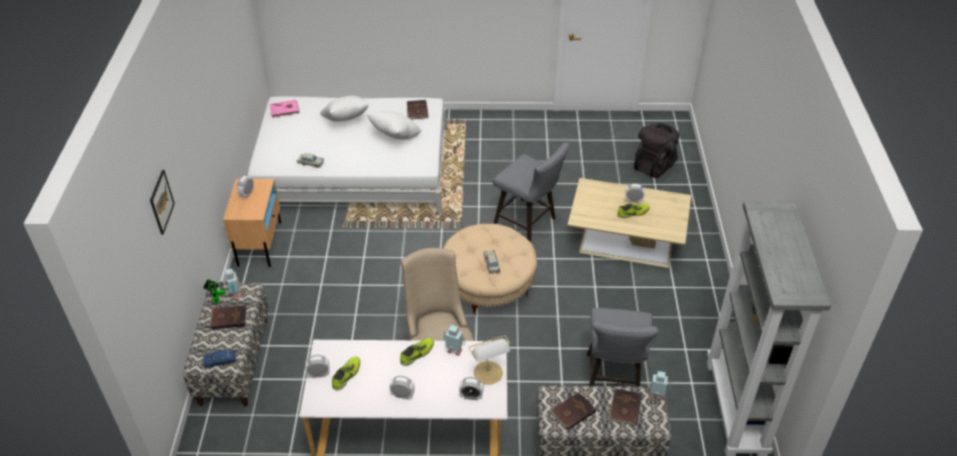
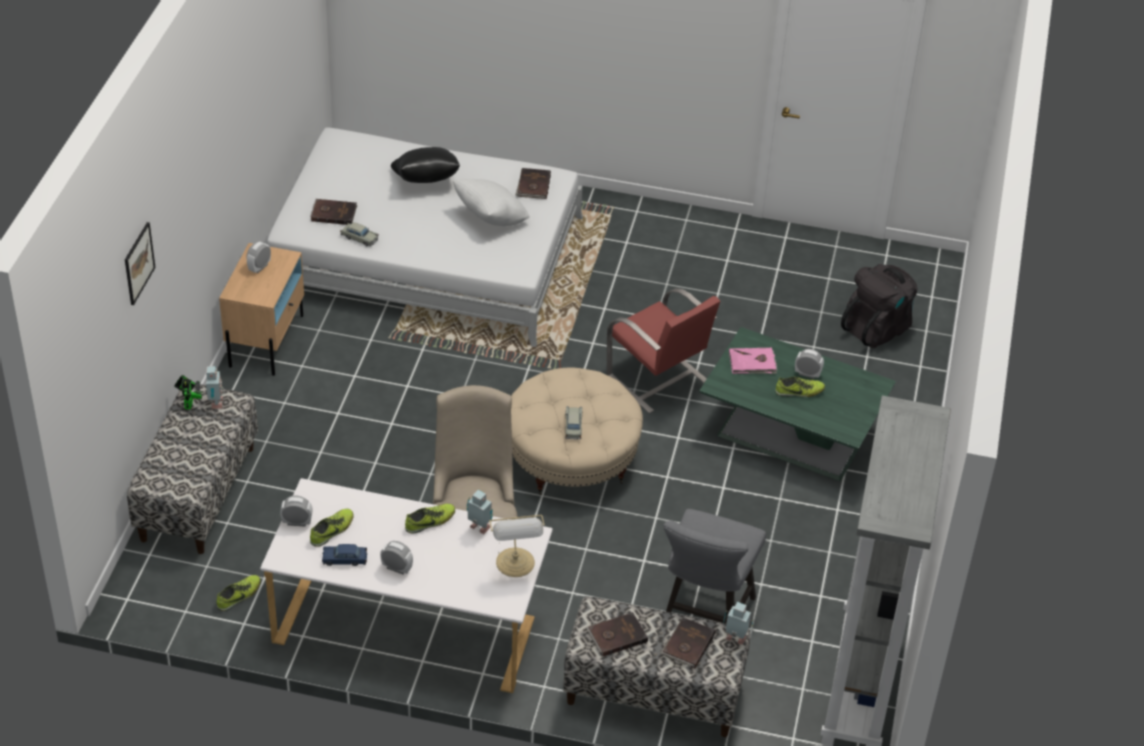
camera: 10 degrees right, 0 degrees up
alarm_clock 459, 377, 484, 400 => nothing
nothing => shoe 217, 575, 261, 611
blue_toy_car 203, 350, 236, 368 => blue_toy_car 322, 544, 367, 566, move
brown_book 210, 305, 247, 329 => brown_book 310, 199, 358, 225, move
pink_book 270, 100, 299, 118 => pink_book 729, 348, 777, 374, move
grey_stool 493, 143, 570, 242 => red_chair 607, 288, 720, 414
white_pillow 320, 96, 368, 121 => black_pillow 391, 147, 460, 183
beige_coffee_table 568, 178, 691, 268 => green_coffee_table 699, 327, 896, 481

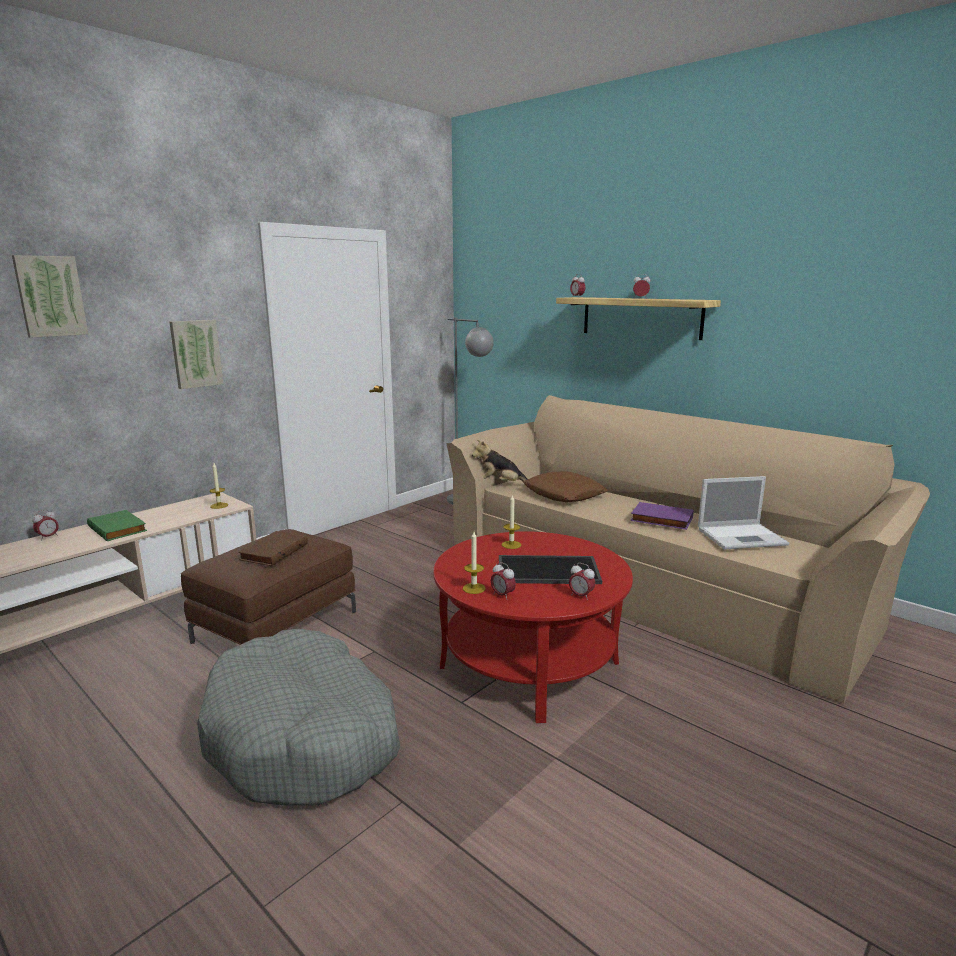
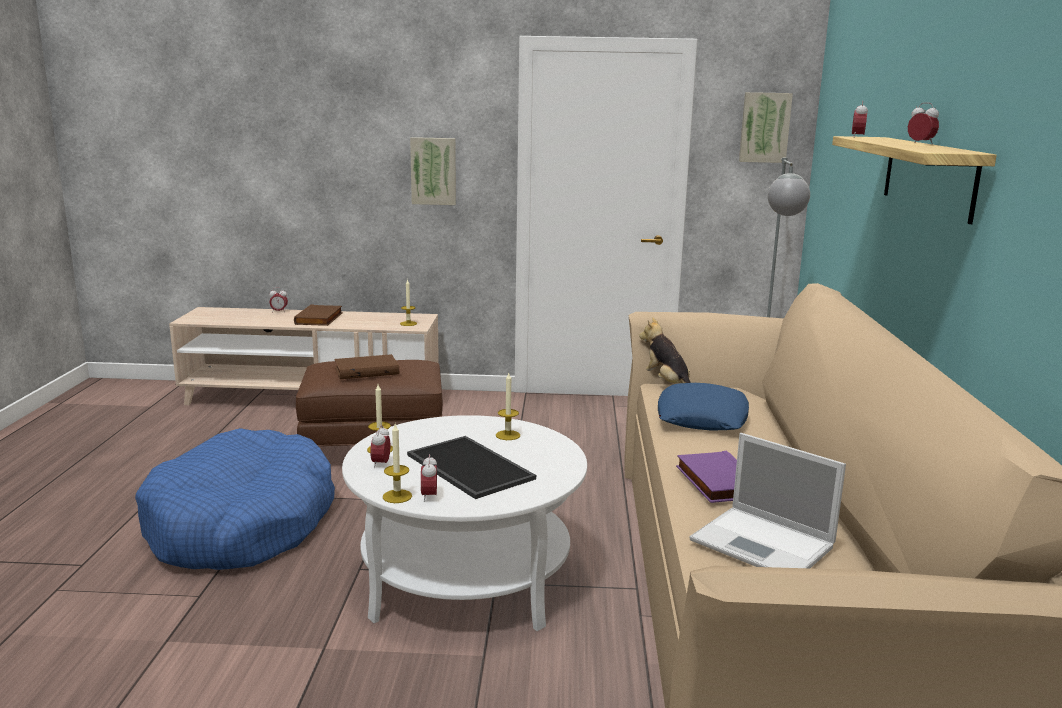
camera: 50 degrees right, 0 degrees up
nothing => candle 383, 424, 412, 503
picture 12, 255, 88, 338 => picture 739, 92, 793, 163, move
green_book 87, 510, 147, 541 => brown_book 294, 304, 343, 326
grey_dog_bed 197, 629, 400, 806 => blue_dog_bed 135, 428, 335, 570
red_coffee_table 433, 531, 633, 723 => white_coffee_table 342, 415, 587, 631
brown_pillow 523, 471, 608, 502 => blue_pillow 658, 383, 749, 431

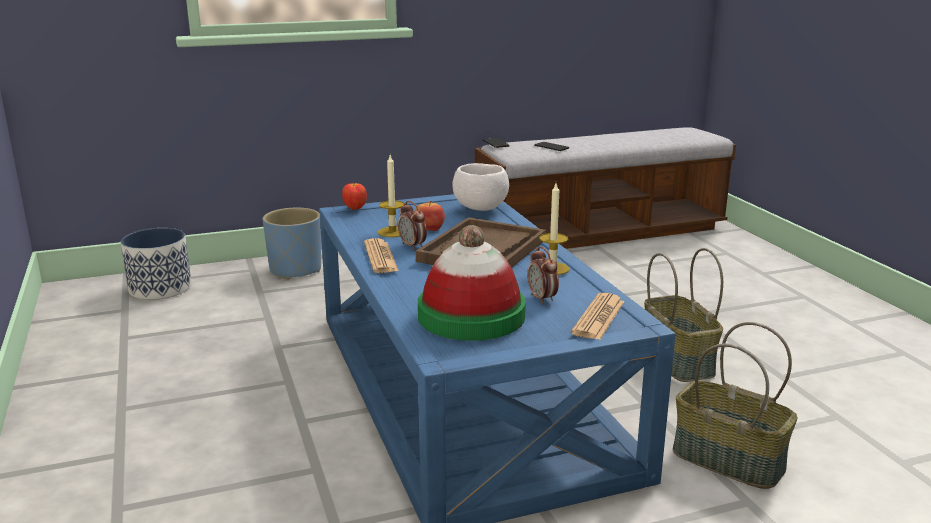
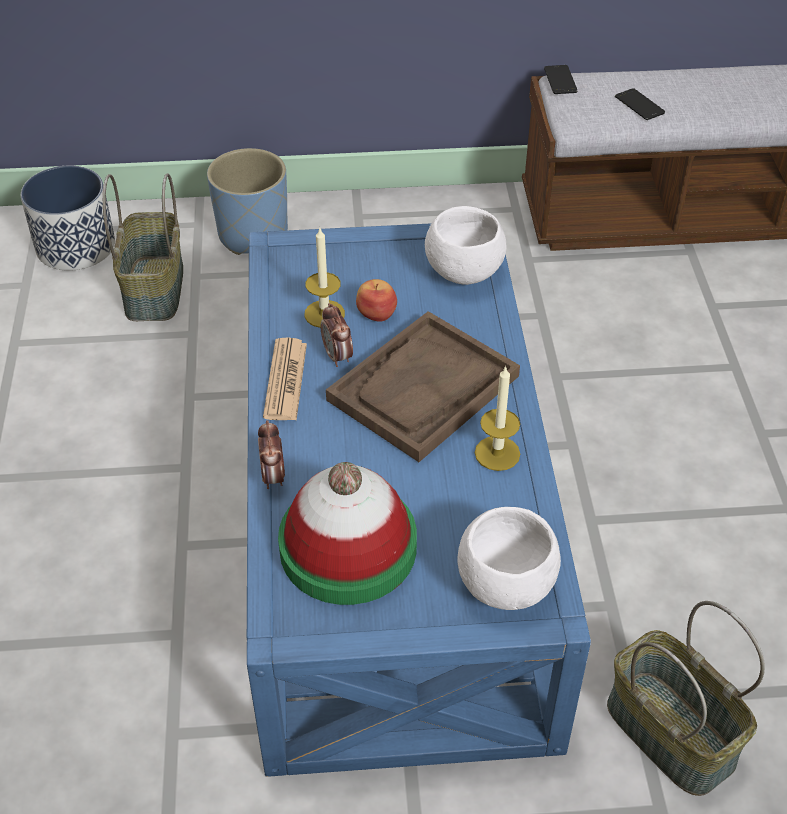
camera: 15 degrees right, 25 degrees up
apple 342, 183, 367, 210 => nothing
alarm_clock 527, 246, 559, 304 => alarm_clock 258, 420, 285, 489, move
basket 644, 248, 723, 382 => basket 103, 173, 183, 321, move
newspaper 571, 293, 624, 340 => white_bowl 457, 507, 561, 610

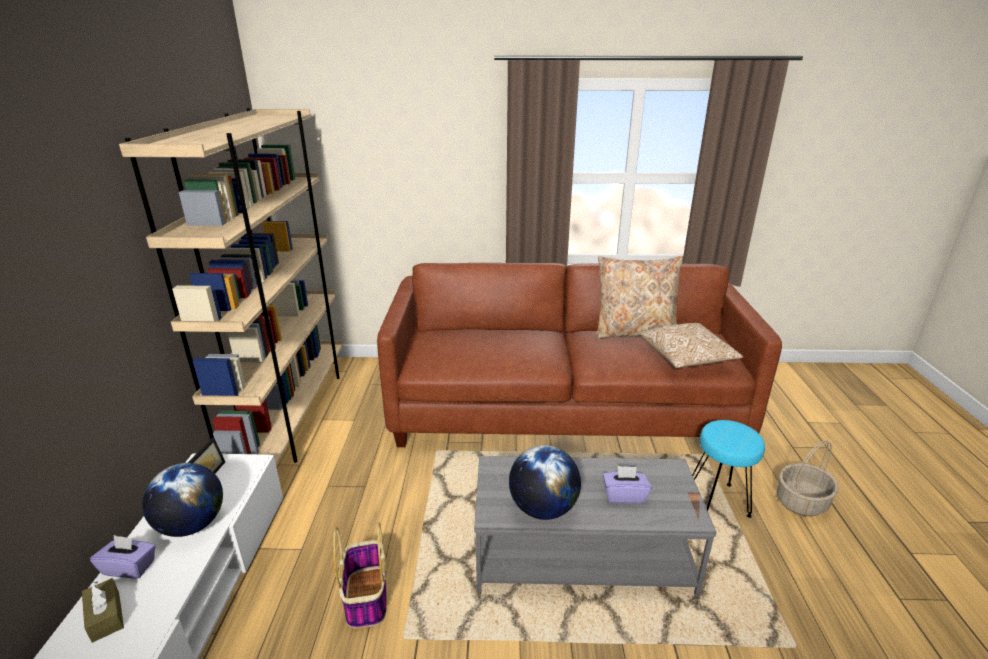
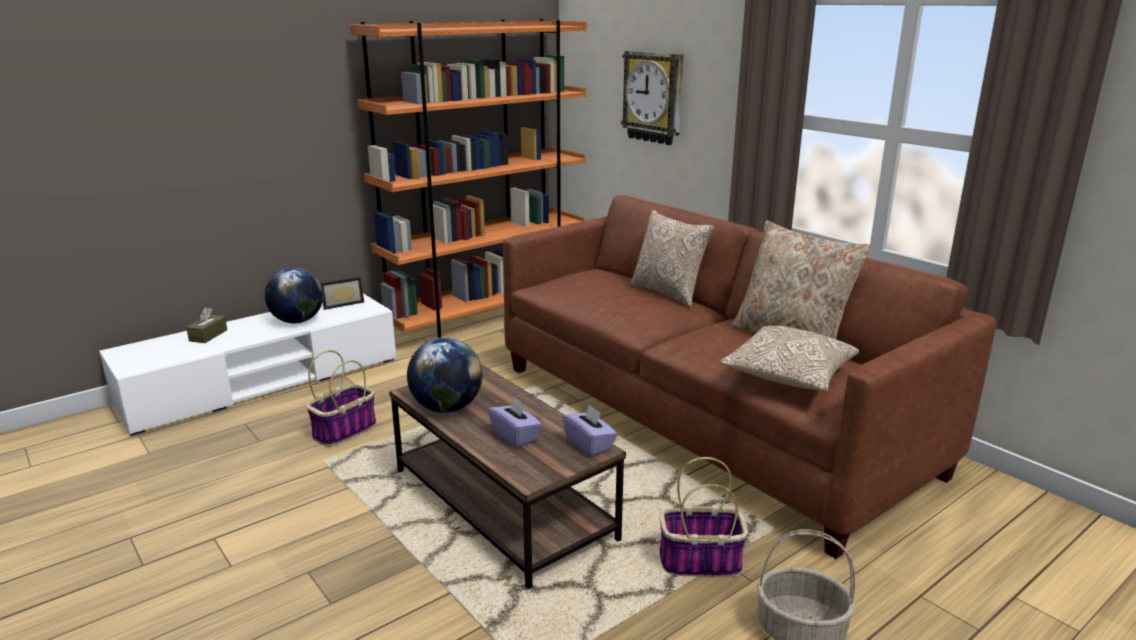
camera: 50 degrees right, 5 degrees down
nothing => wall_clock 621, 51, 683, 145
nothing => pillow 630, 210, 714, 308
purple_tissue_box 90, 535, 156, 578 => purple_tissue_box 563, 404, 617, 457, move
turquoise_stool 692, 420, 765, 518 => basket 659, 457, 748, 578
beige_bookcase 119, 108, 343, 466 => orange_bookcase 350, 19, 587, 338
grey_coffee_table 474, 456, 717, 596 => brown_coffee_table 389, 364, 626, 589

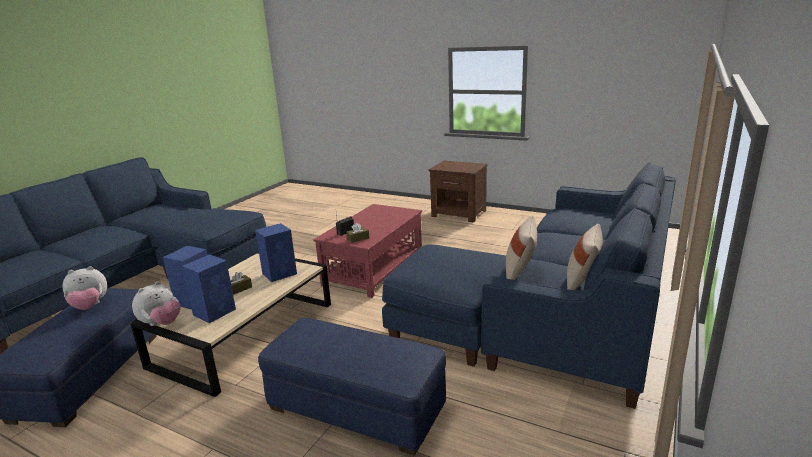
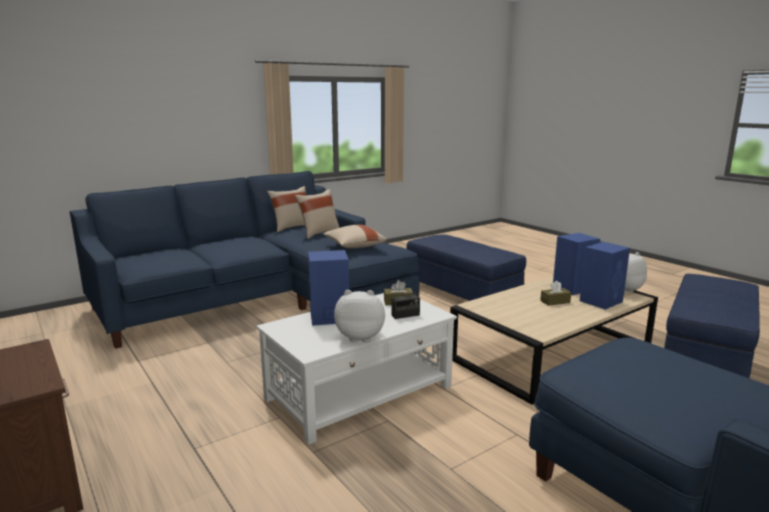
camera: 155 degrees left, 5 degrees down
nothing => beige_pillow 323, 225, 387, 248
plush_toy 63, 266, 107, 310 => plush_toy 334, 290, 385, 342, move
blue_speaker 255, 223, 297, 282 => blue_speaker 308, 250, 349, 326, move
red_coffee_table 313, 204, 422, 298 => white_coffee_table 256, 293, 457, 445

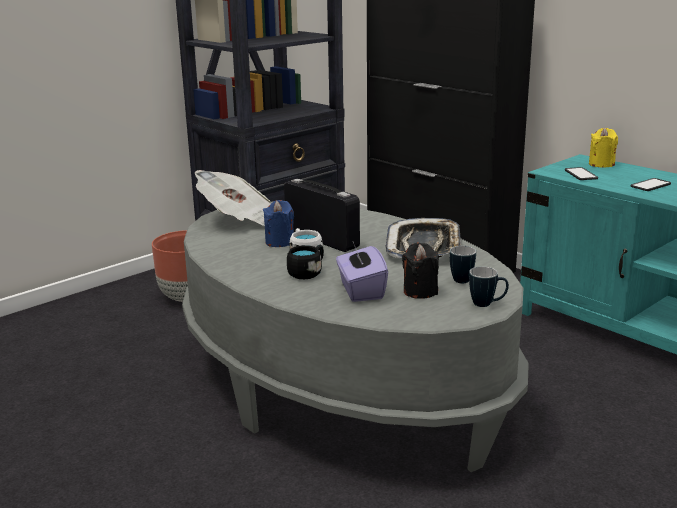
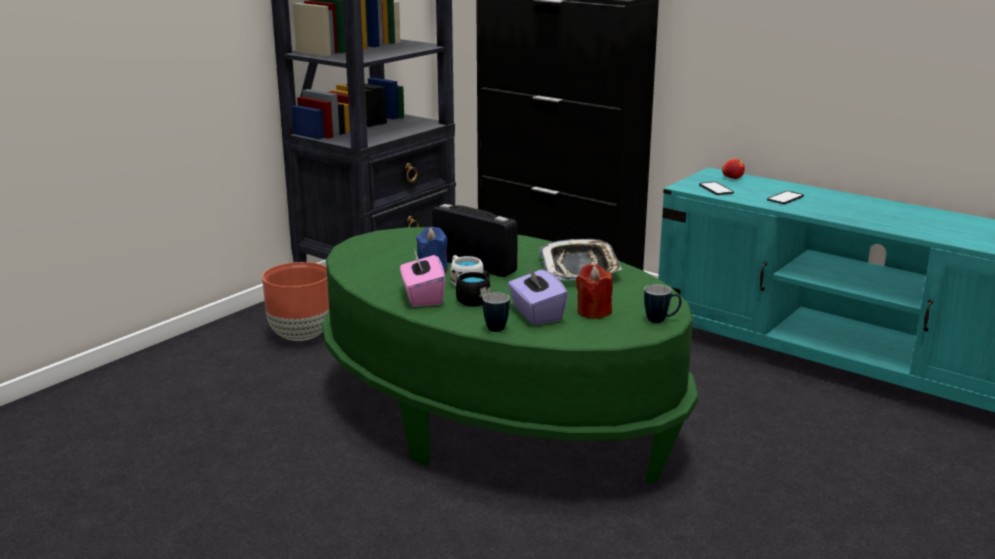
camera: 10 degrees left, 0 degrees up
newspaper 195, 170, 271, 226 => nothing
nothing => pink_tissue_box 400, 248, 445, 307
mug 450, 246, 476, 283 => mug 483, 292, 510, 332, move
yellow_candle 589, 127, 618, 167 => apple 722, 158, 745, 179
grey_coffee_table 182, 202, 529, 472 => green_coffee_table 322, 227, 698, 484
black_candle 402, 243, 439, 299 => red_candle 576, 264, 613, 319

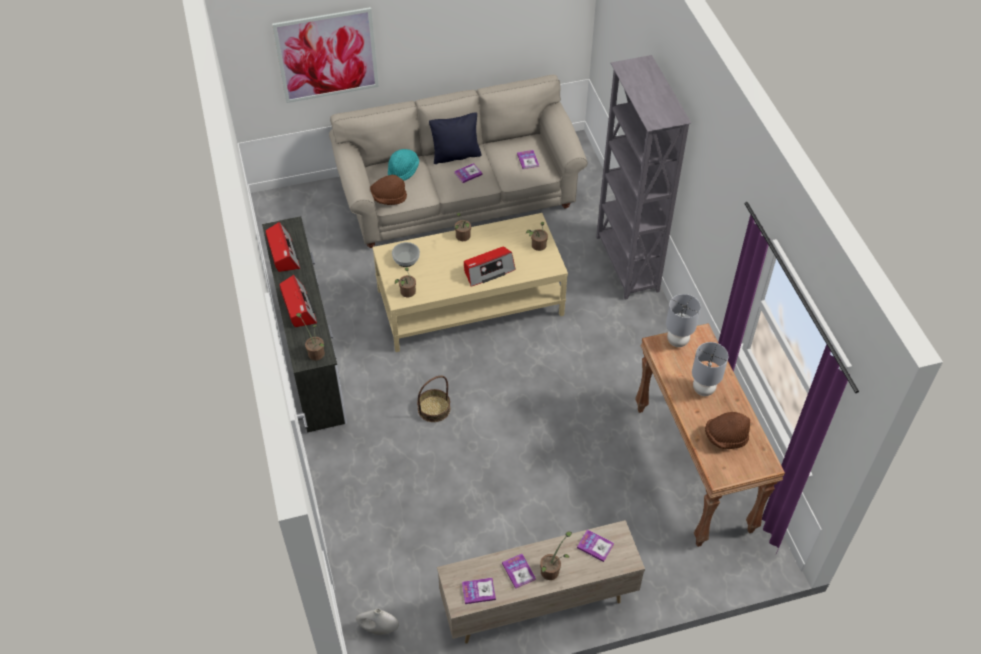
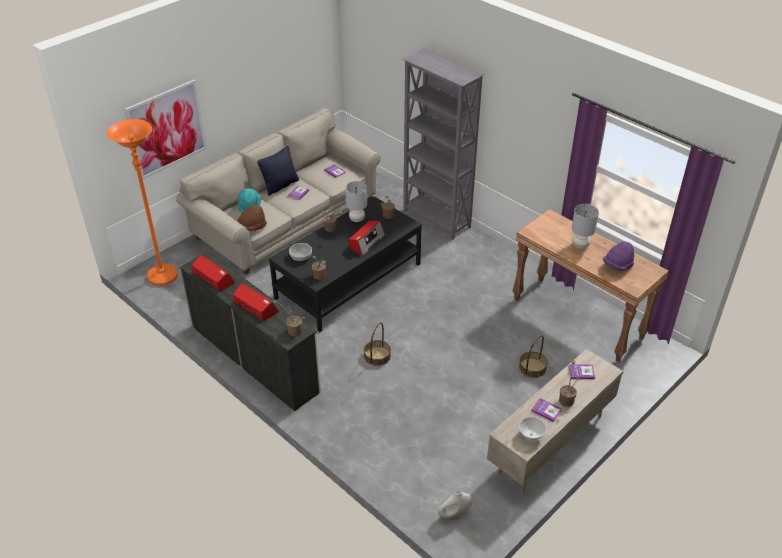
camera: 30 degrees left, 10 degrees down
nothing => orange_floor_lamp 107, 119, 178, 286
nothing => basket 519, 335, 548, 378
grey_table_lamp 666, 294, 701, 347 => grey_table_lamp 345, 181, 367, 222, move
book 462, 578, 496, 604 => white_bowl 519, 417, 546, 440
beige_coffee_table 372, 213, 568, 352 => black_coffee_table 269, 196, 422, 332
brown_hat 705, 412, 750, 449 => purple_hat 603, 241, 634, 271

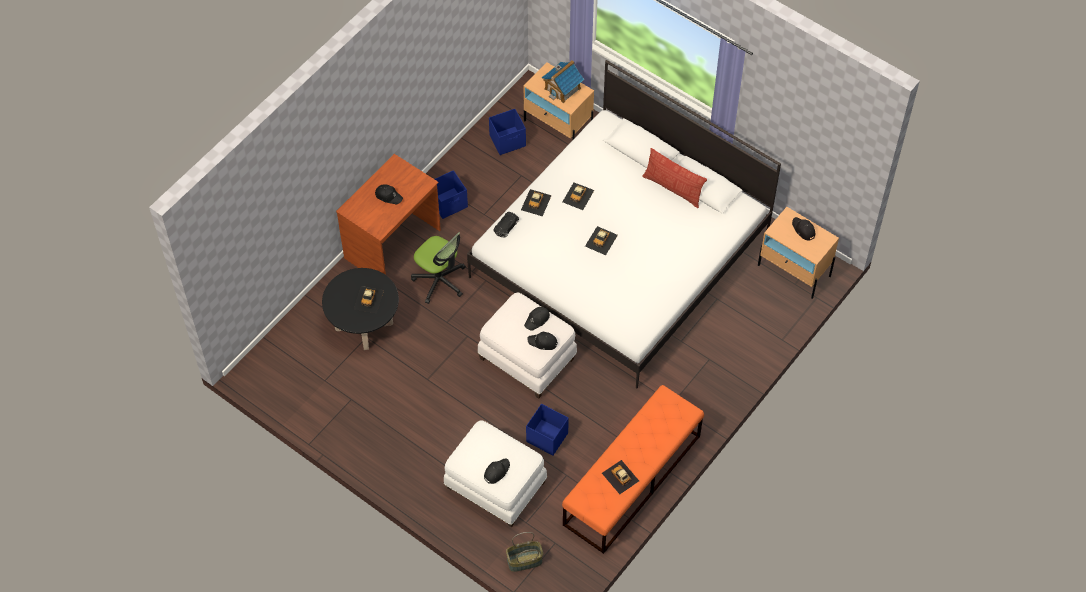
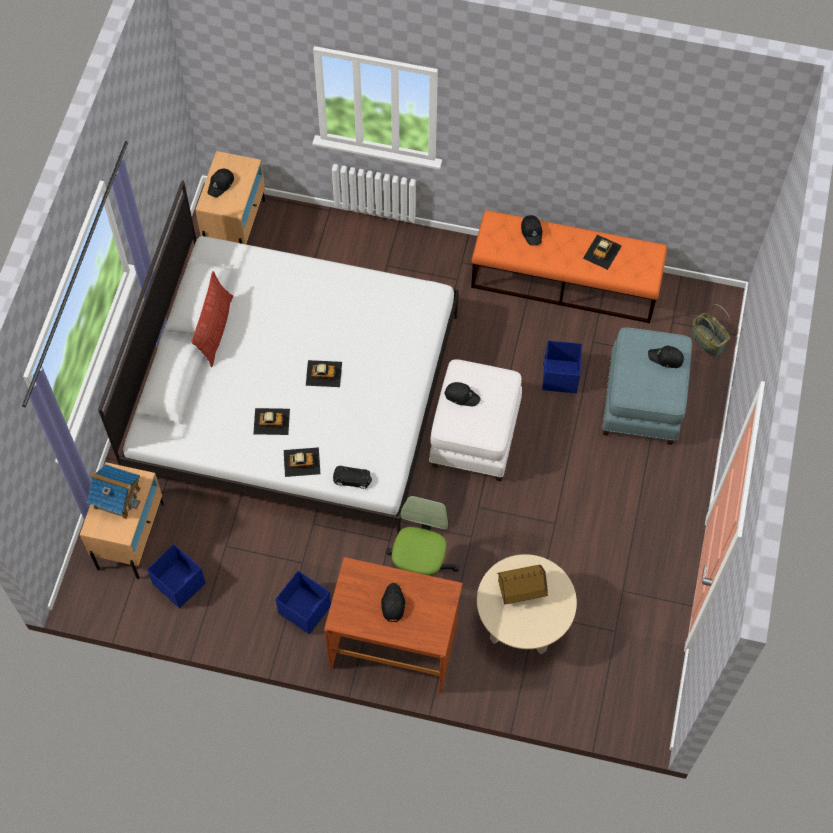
camera: 115 degrees left, 5 degrees up
black_cap 527, 332, 558, 350 => black_cap 521, 215, 543, 246, move
toy_car 354, 286, 384, 313 => toy_house 497, 565, 548, 604
black_coffee_table 322, 268, 399, 350 => beige_coffee_table 477, 554, 577, 654
white_ottoman 444, 420, 547, 527 => blue_ottoman 603, 328, 692, 445

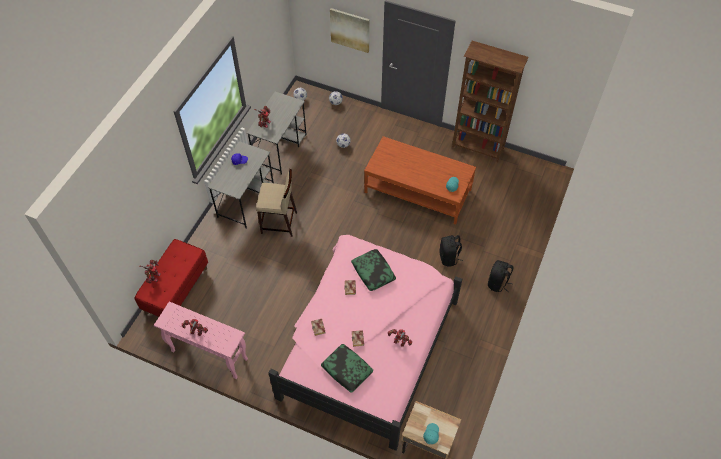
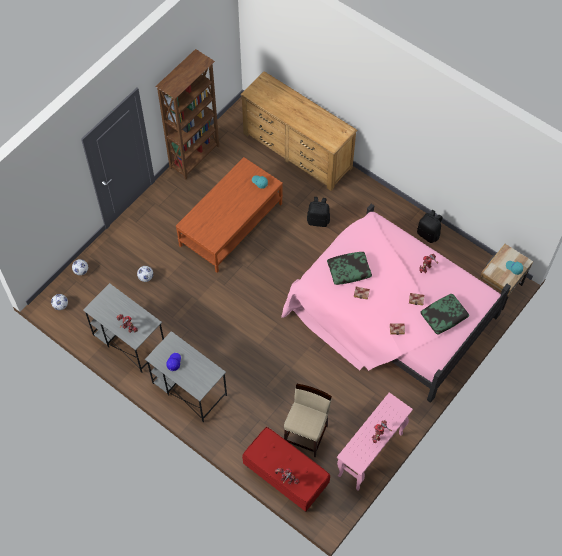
camera: 75 degrees left, 5 degrees up
picture 330, 8, 370, 53 => nothing
nothing => brown_dresser 240, 71, 358, 191
beige_stool 256, 169, 297, 237 => beige_stool 284, 384, 332, 457, move
black_backpack 488, 260, 514, 293 => black_backpack 417, 210, 442, 243, move

